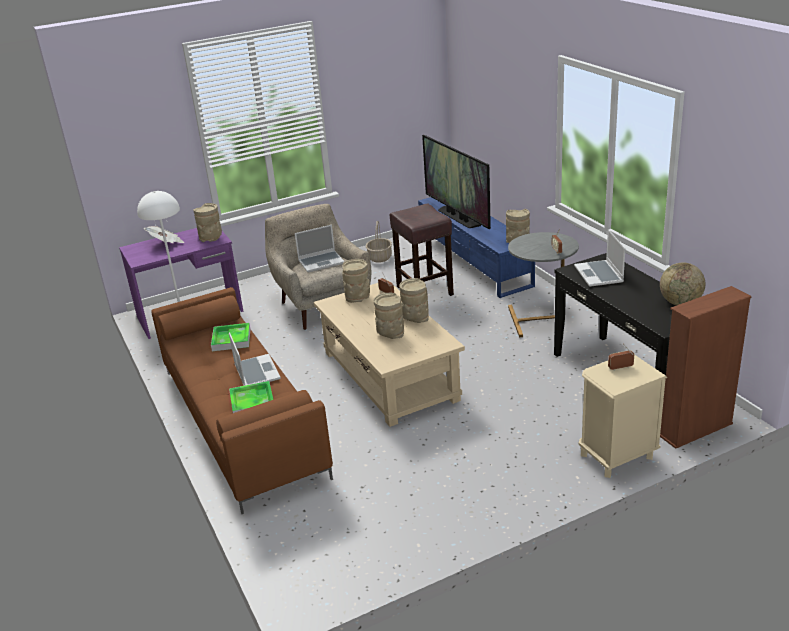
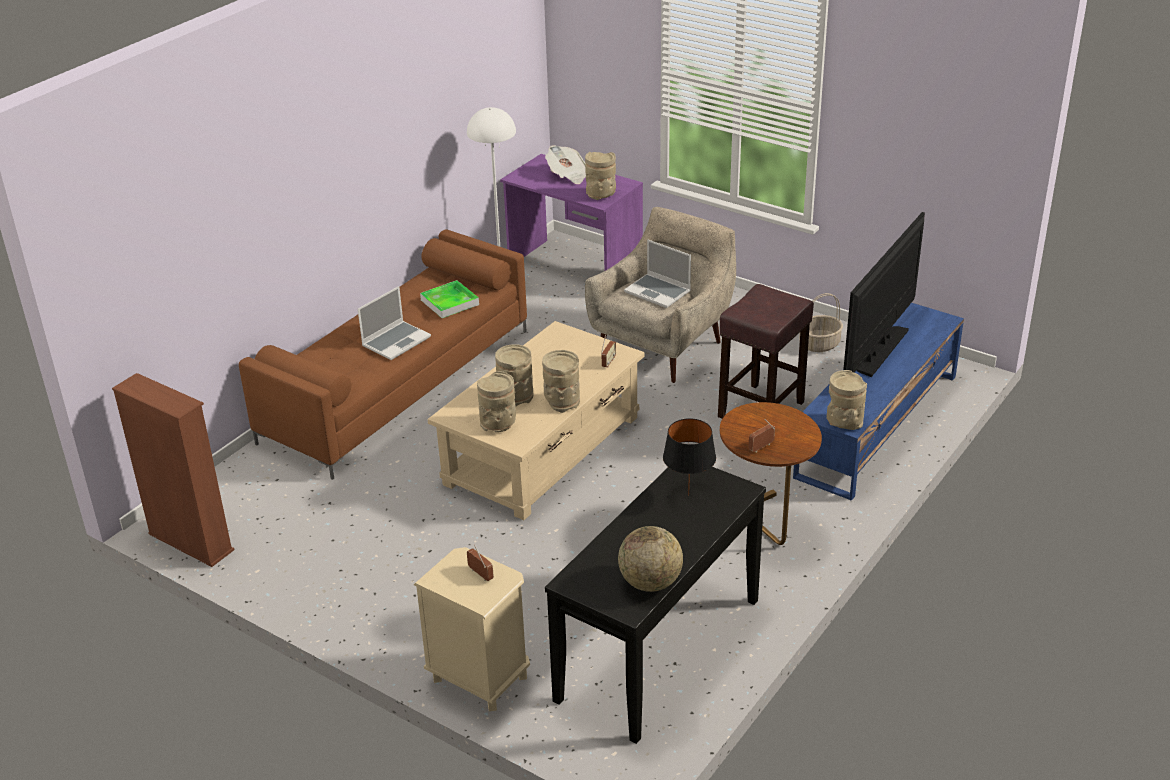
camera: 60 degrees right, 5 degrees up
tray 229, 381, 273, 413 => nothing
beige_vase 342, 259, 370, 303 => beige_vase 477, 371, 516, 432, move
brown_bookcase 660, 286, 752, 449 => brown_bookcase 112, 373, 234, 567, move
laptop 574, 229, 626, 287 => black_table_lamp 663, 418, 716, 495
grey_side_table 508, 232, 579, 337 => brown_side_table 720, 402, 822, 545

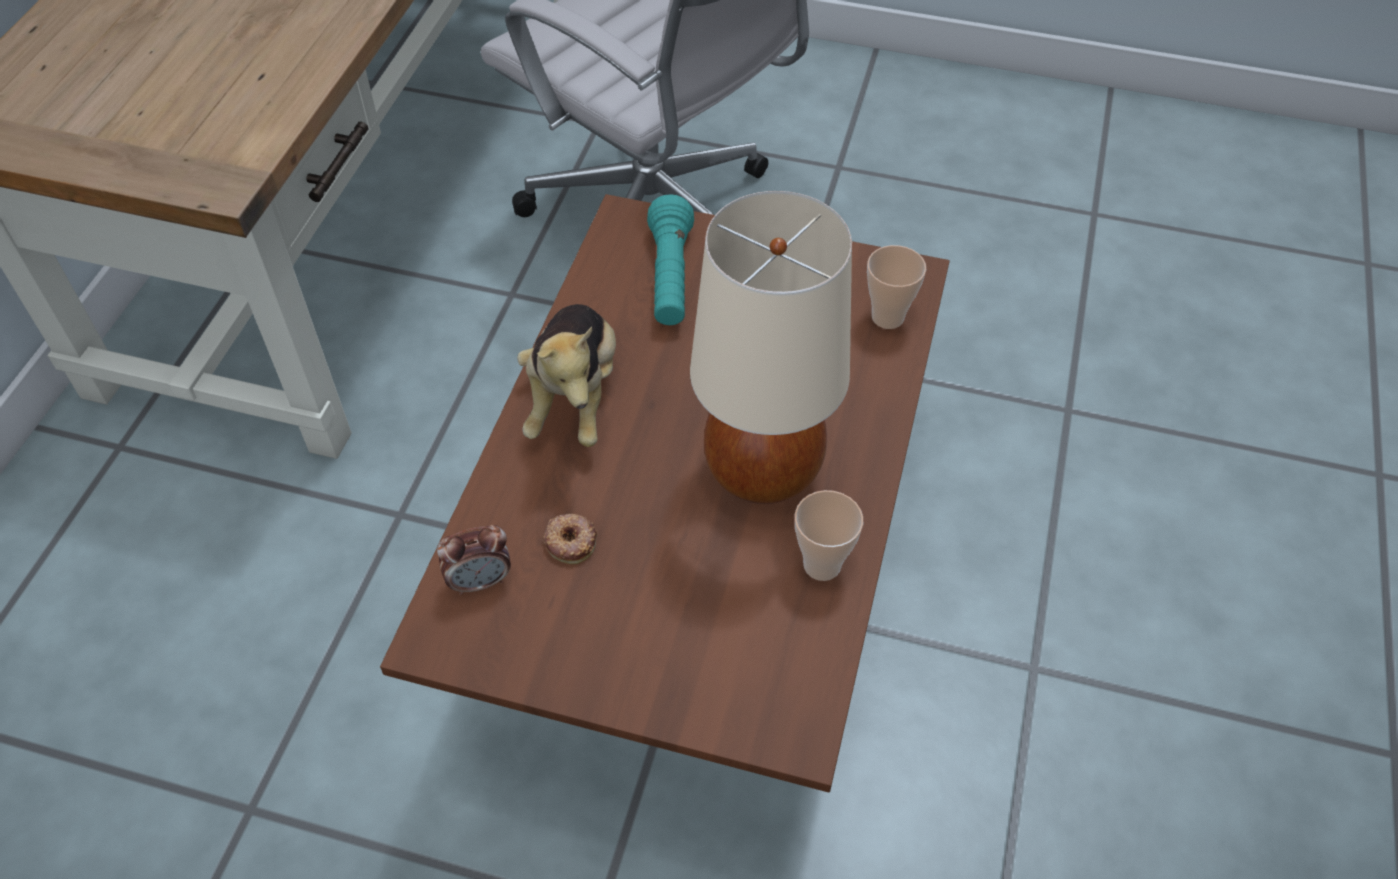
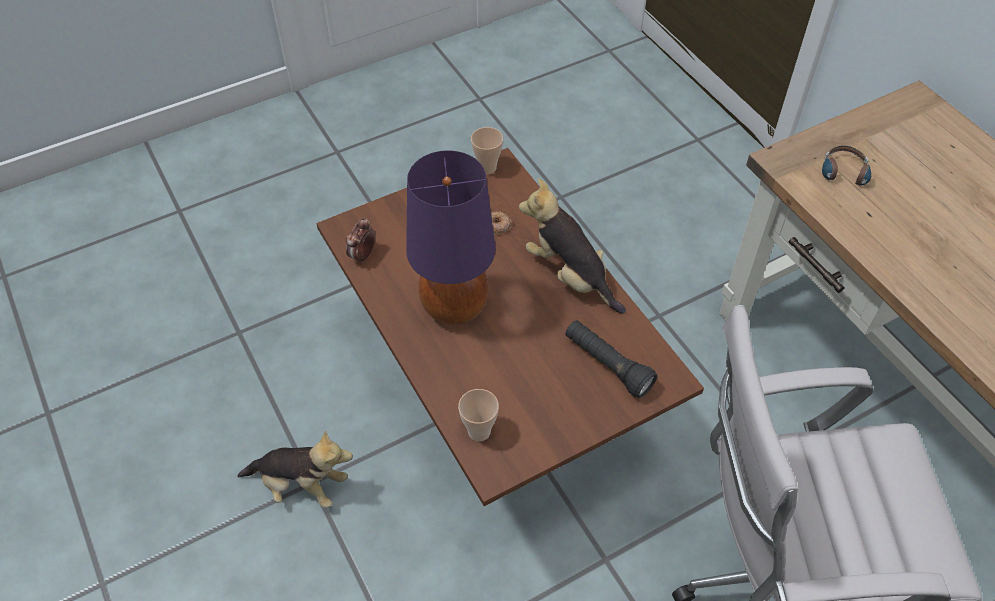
camera: 135 degrees right, 0 degrees up
nothing => plush_toy 237, 430, 353, 508
nothing => headphones 822, 146, 871, 186
alarm_clock 437, 525, 511, 596 => alarm_clock 346, 217, 375, 263, move
cup 795, 490, 863, 581 => cup 471, 127, 503, 174, move
turquoise_flashlight 647, 194, 694, 325 => black_flashlight 566, 320, 657, 398
beige_table_lamp 690, 191, 852, 504 => purple_table_lamp 406, 151, 495, 325

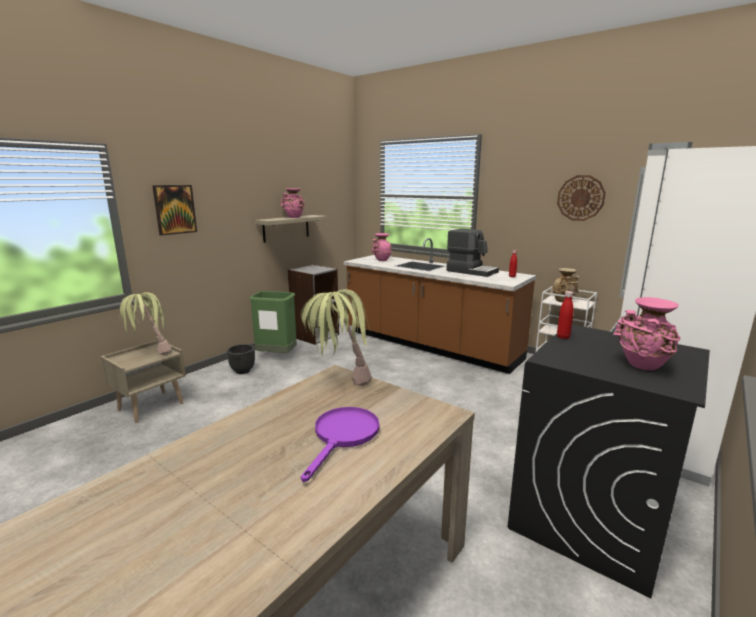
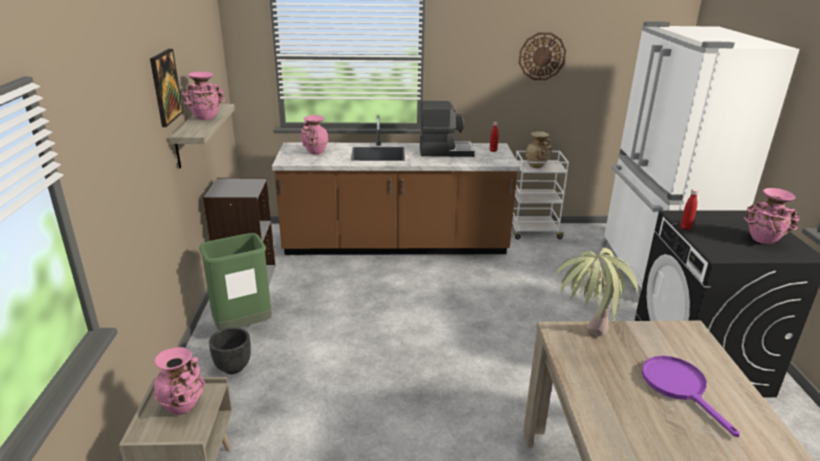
camera: 40 degrees left, 10 degrees up
picture 152, 185, 197, 236 => picture 150, 49, 183, 127, move
potted_plant 118, 292, 172, 355 => pink_vase 154, 347, 205, 415

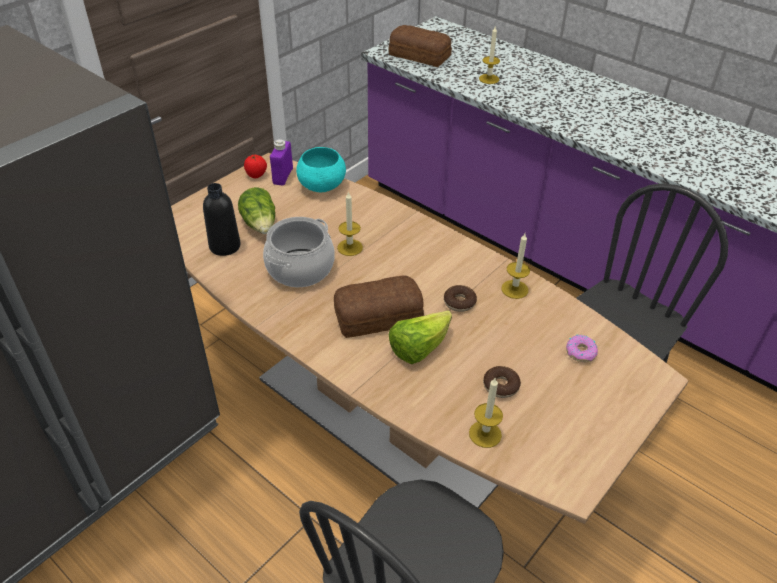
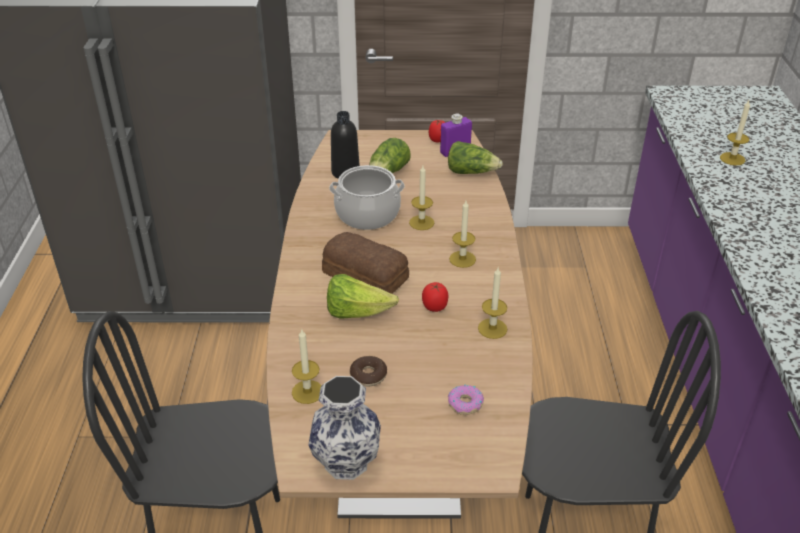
camera: 50 degrees right, 5 degrees down
bread 388, 25, 452, 67 => nothing
nothing => vase 308, 376, 381, 480
nothing => candle 449, 201, 476, 268
turquoise_bowl 296, 147, 346, 192 => lettuce 448, 141, 503, 174
donut 444, 285, 477, 312 => tomato 422, 282, 449, 312

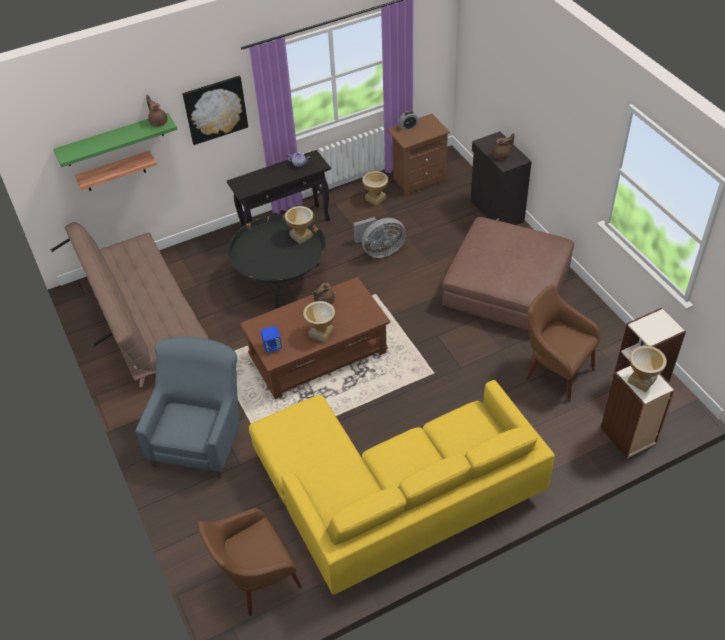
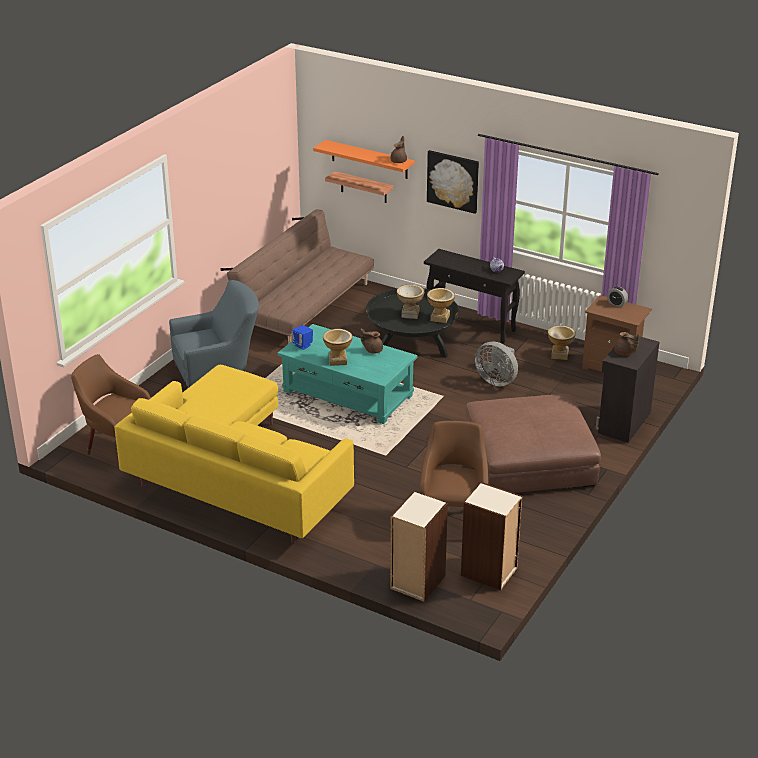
camera: 55 degrees right, 15 degrees down
vase 628, 345, 667, 392 => vase 397, 284, 424, 319, move
green_shelf 53, 113, 178, 167 => orange_shelf 313, 140, 415, 179
brown_coffee_table 240, 277, 390, 400 => turquoise_coffee_table 278, 324, 417, 424

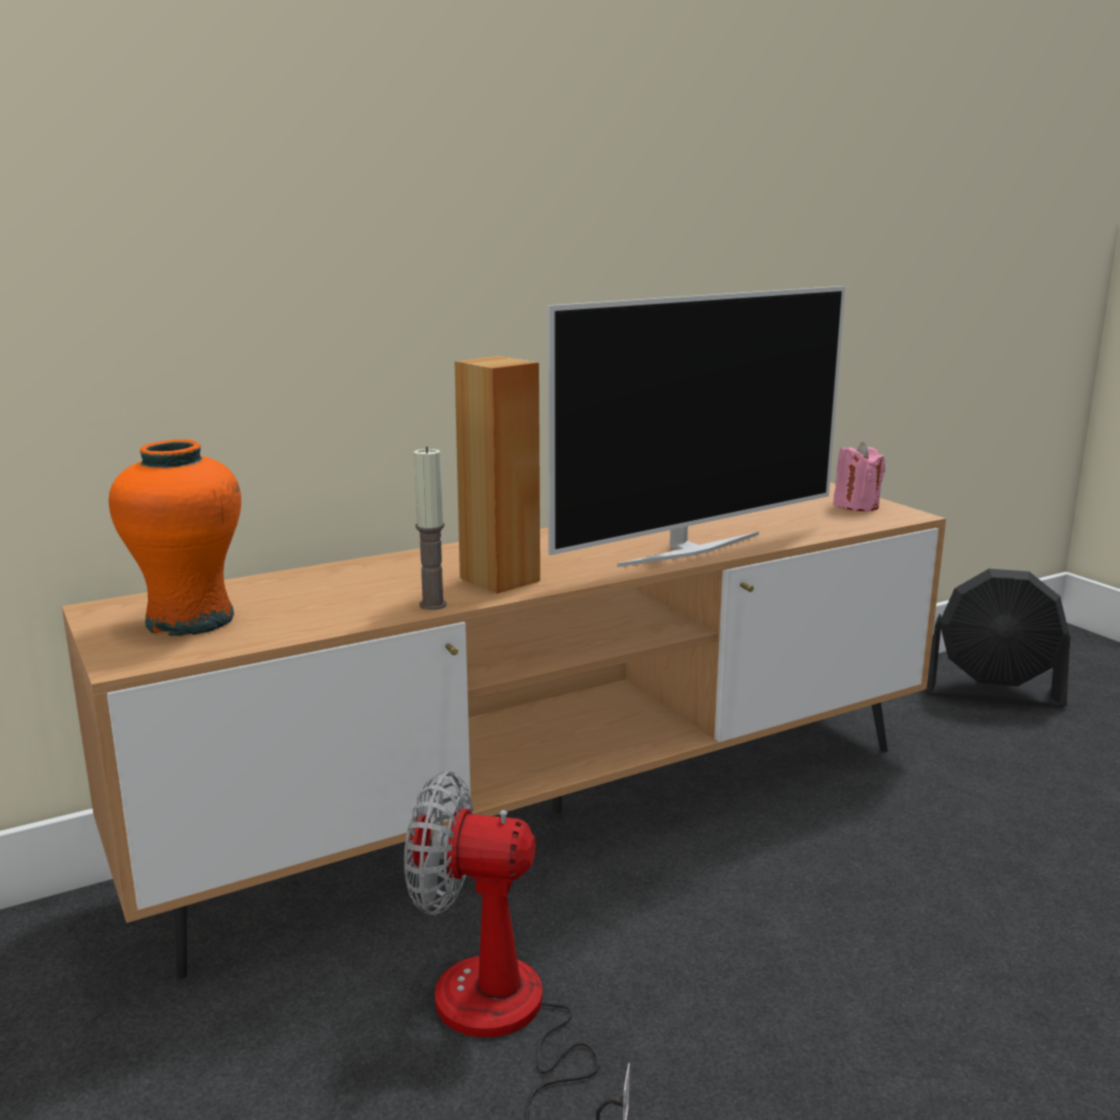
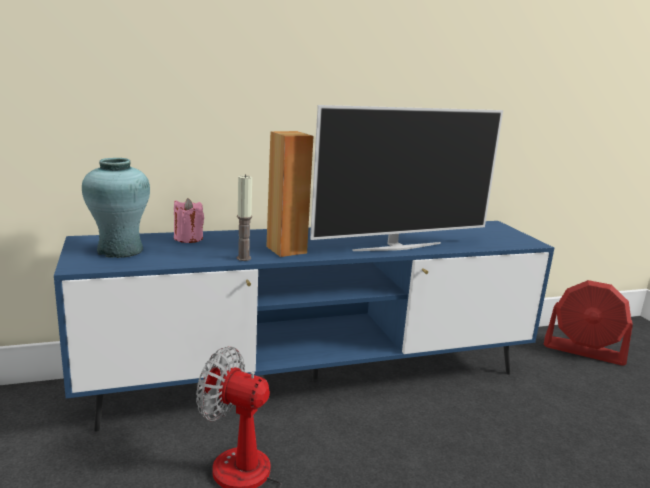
camera: 10 degrees right, 0 degrees up
pink_candle 833, 442, 886, 511 => pink_candle 174, 198, 204, 243, move
brown_tv_stand 62, 482, 946, 979 => blue_tv_stand 54, 221, 554, 432
orange_vase 109, 439, 241, 636 => turquoise_vase 82, 158, 150, 258
black_fan 924, 569, 1070, 708 => red_fan 544, 280, 633, 365

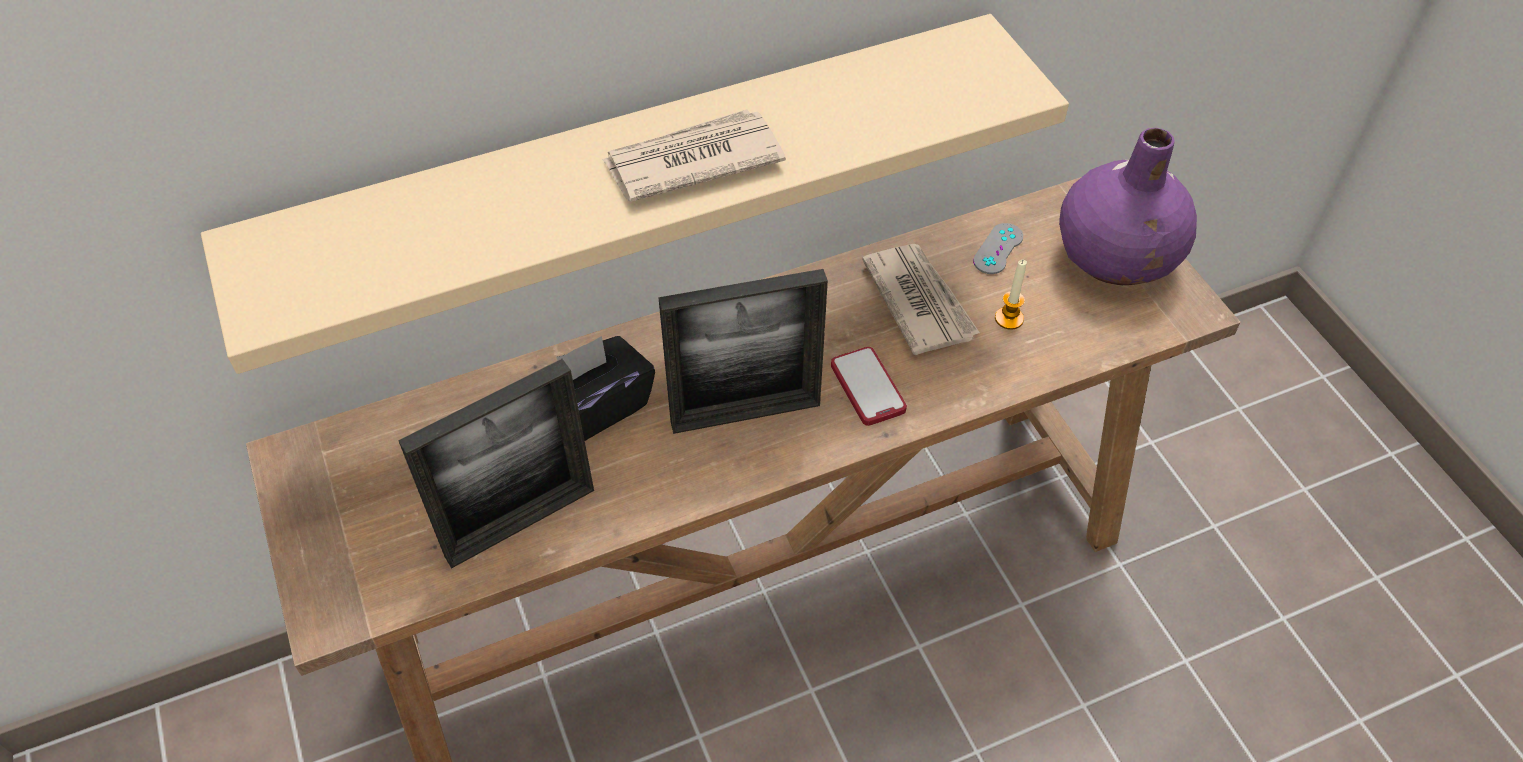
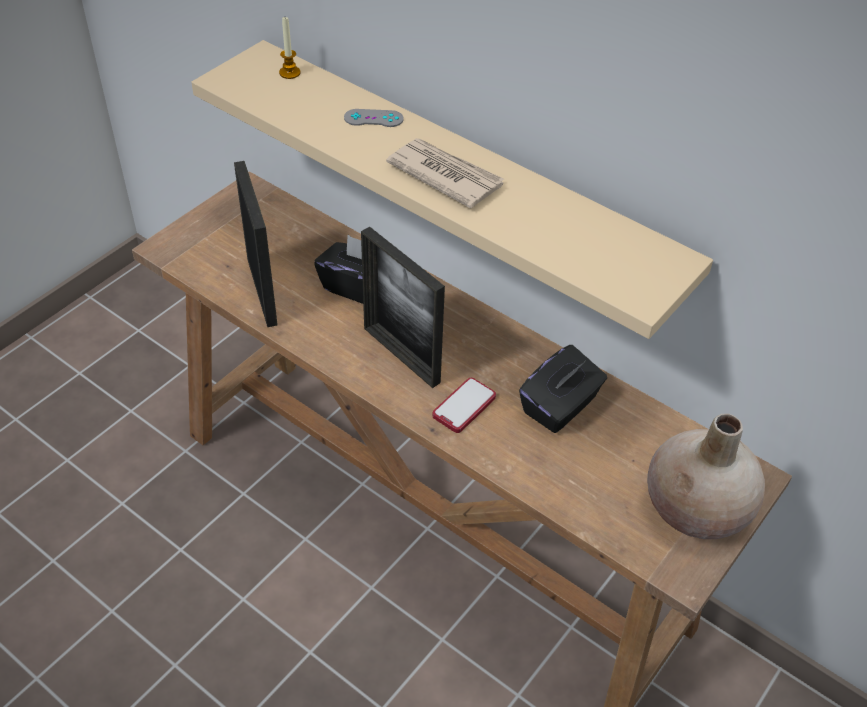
camera: 60 degrees right, 5 degrees down
grey_game_controller 973, 223, 1023, 274 => grey_game_controller 344, 109, 404, 127, move
candle 995, 260, 1027, 330 => candle 279, 17, 300, 79, move
newspaper 862, 244, 980, 355 => black_tissue_box 519, 345, 607, 433
purple_vase 1059, 128, 1197, 285 => beige_vase 647, 414, 765, 539
picture_frame 398, 359, 594, 568 => picture_frame 234, 161, 278, 327, 135 degrees counterclockwise

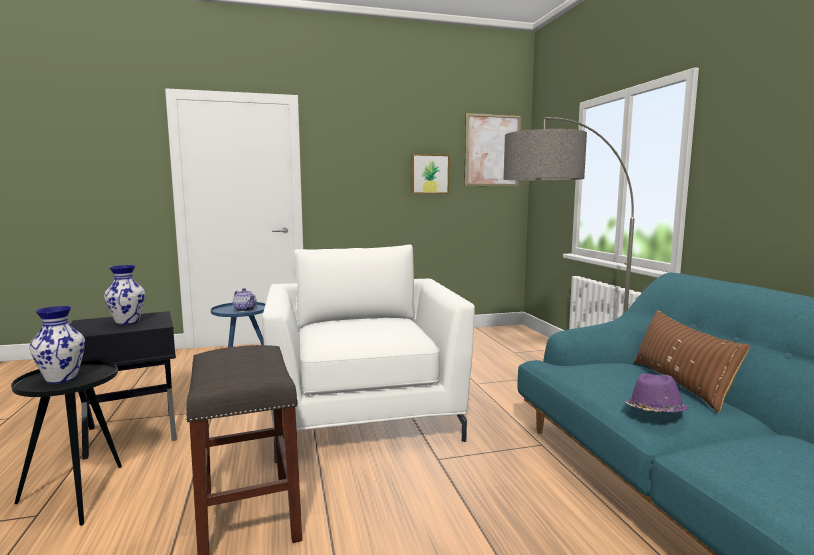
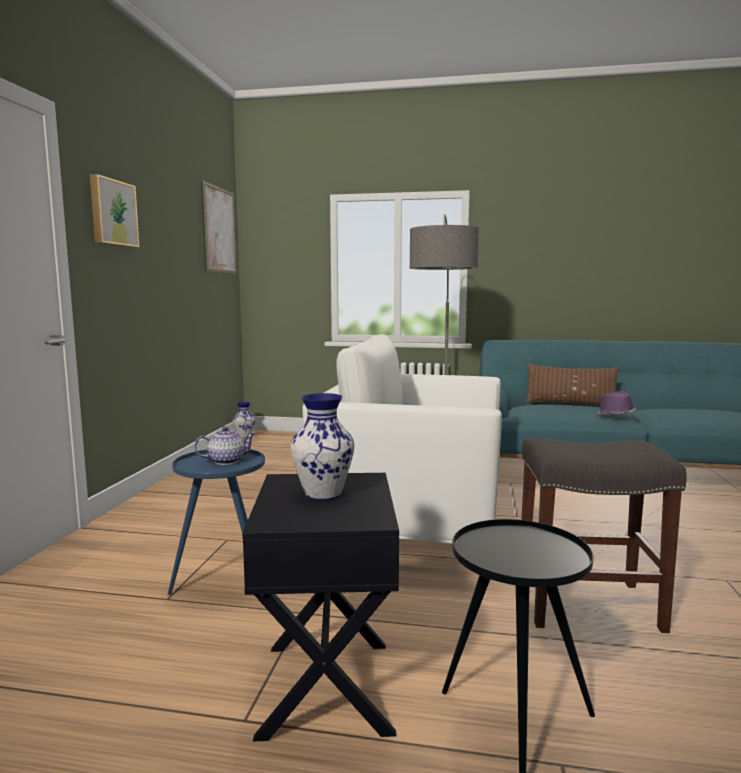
camera: 65 degrees left, 0 degrees up
vase 29, 306, 85, 384 => vase 233, 402, 256, 439, move
picture 411, 154, 449, 194 => picture 90, 174, 139, 248, move

